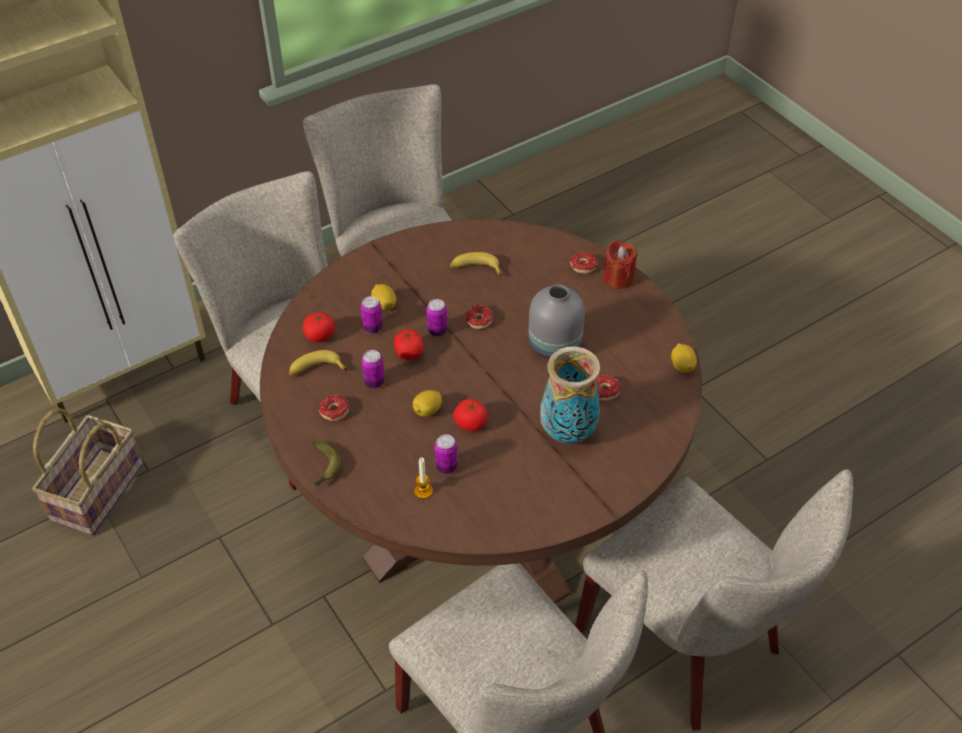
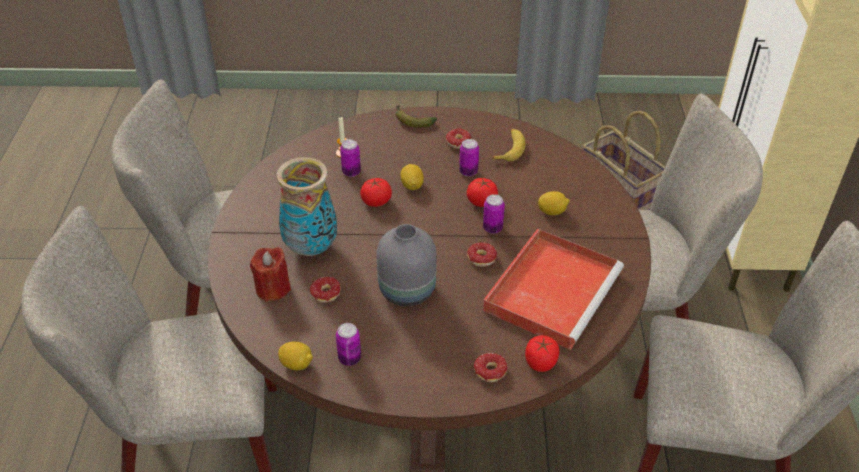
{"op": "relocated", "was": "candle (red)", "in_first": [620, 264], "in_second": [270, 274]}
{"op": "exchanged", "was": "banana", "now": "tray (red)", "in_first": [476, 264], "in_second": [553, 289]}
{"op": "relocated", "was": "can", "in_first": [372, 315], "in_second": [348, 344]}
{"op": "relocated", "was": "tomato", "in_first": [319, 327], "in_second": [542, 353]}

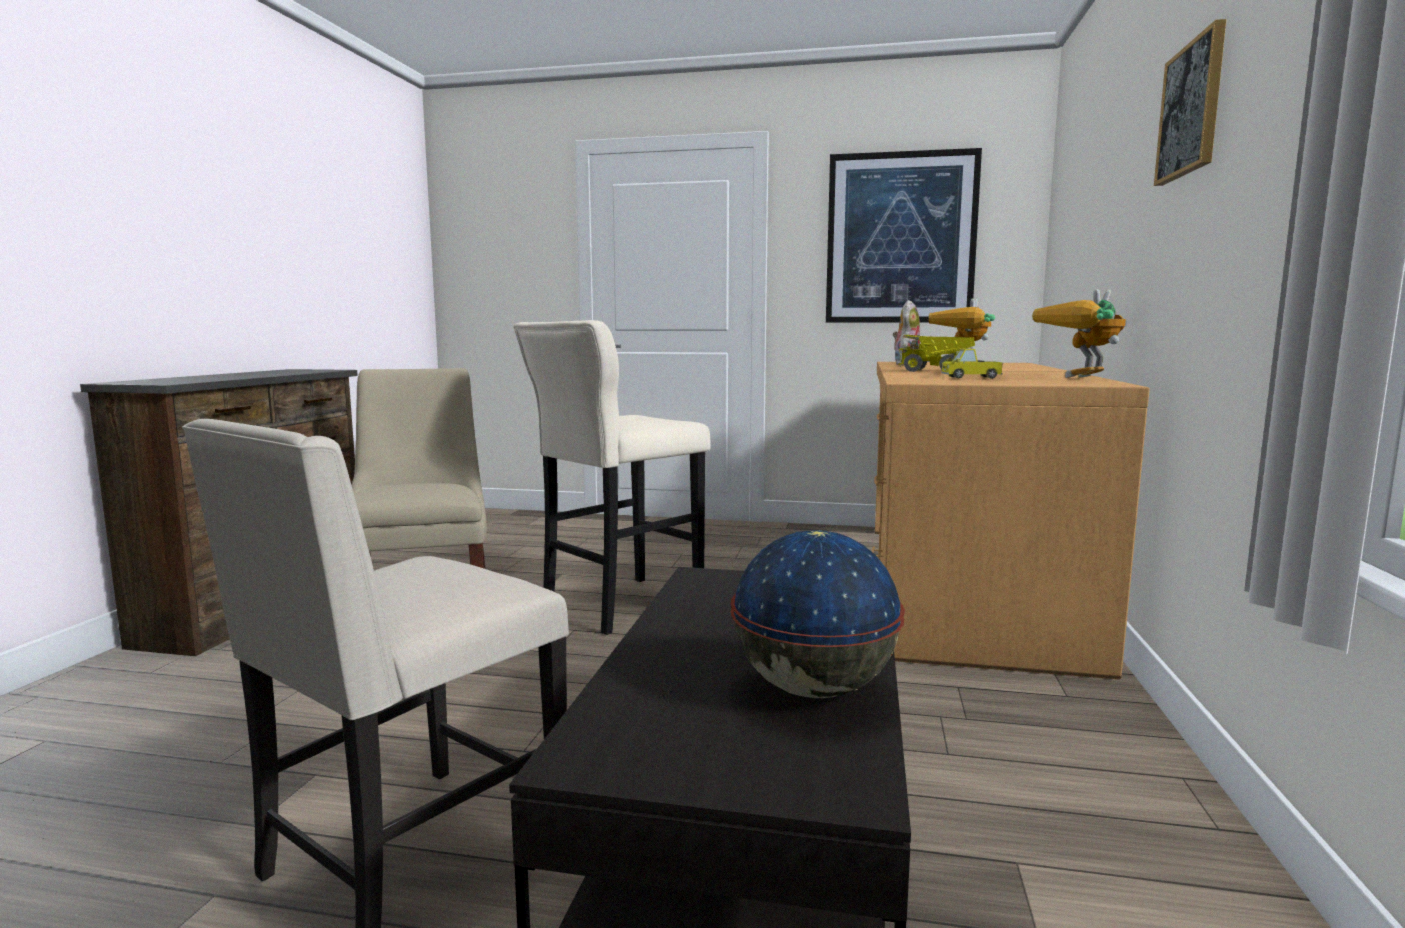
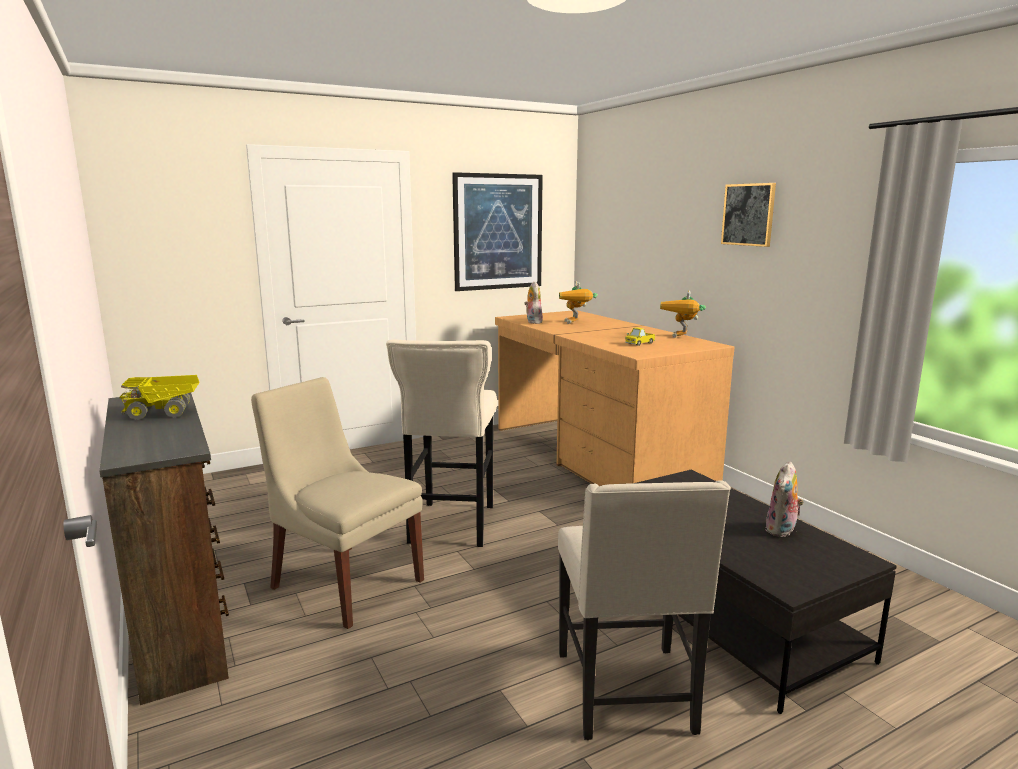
{"op": "relocated", "was": "toy truck", "in_first": [936, 353], "in_second": [159, 397]}
{"op": "exchanged", "was": "globe", "now": "plush toy", "in_first": [817, 614], "in_second": [785, 499]}

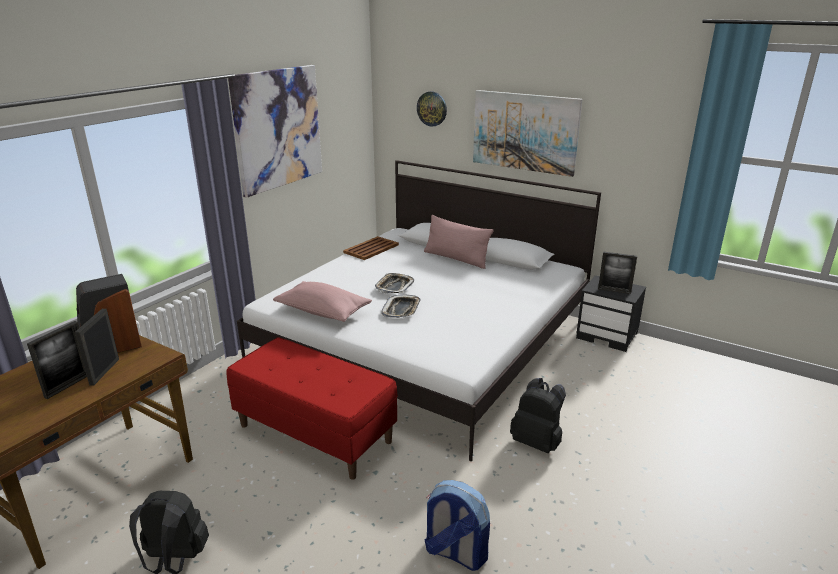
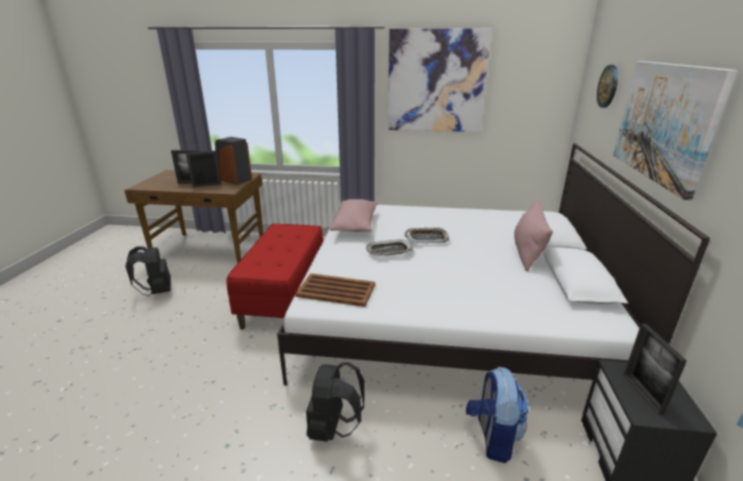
{"op": "relocated", "was": "tray (brown)", "in_first": [371, 248], "in_second": [335, 290]}
{"op": "relocated", "was": "backpack", "in_first": [457, 525], "in_second": [497, 415]}

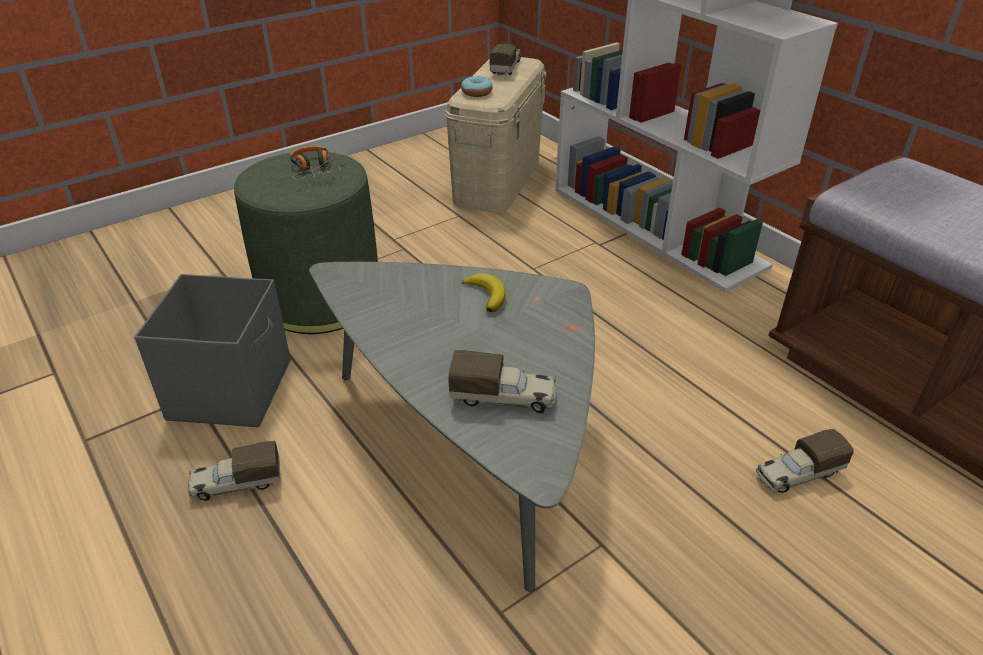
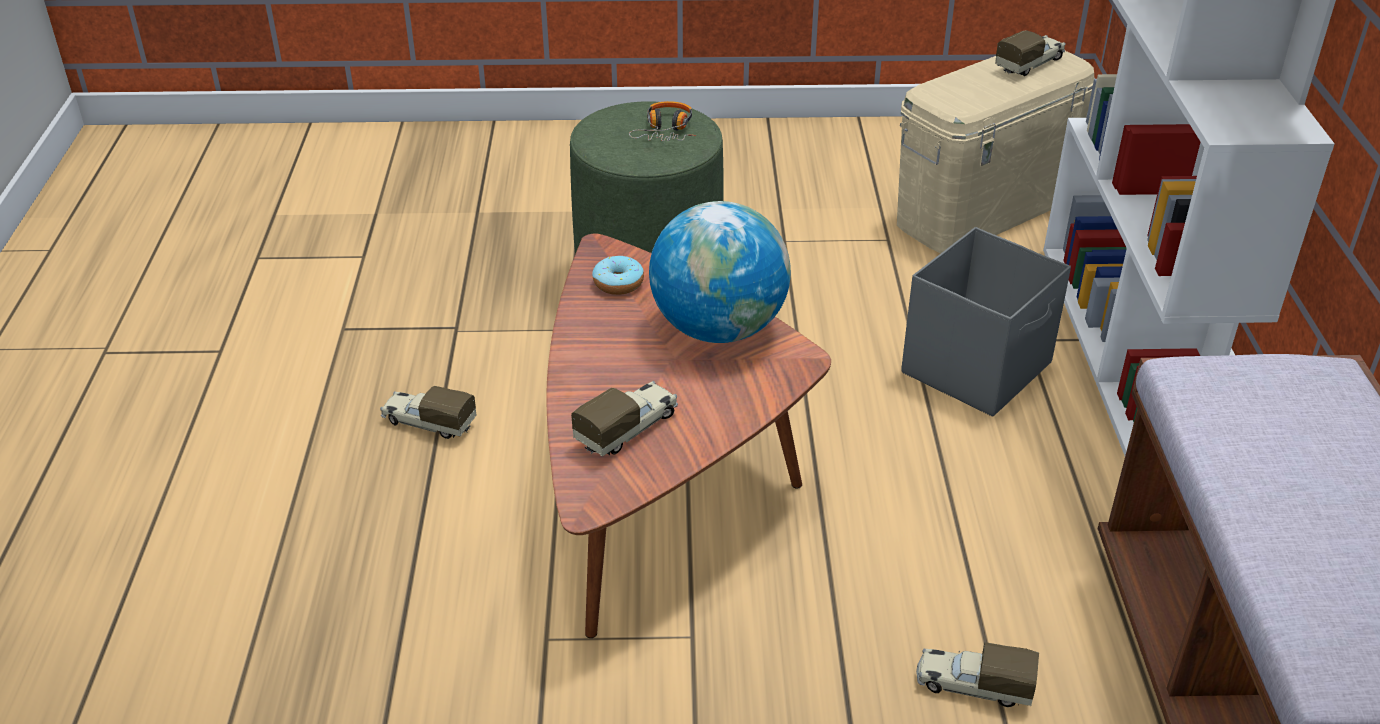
{"op": "relocated", "was": "donut", "in_first": [477, 86], "in_second": [618, 275]}
{"op": "colour", "was": "coffee table (grey)", "now": "coffee table (brown)", "in_first": [452, 427], "in_second": [689, 435]}
{"op": "exchanged", "was": "banana", "now": "globe", "in_first": [484, 292], "in_second": [720, 272]}
{"op": "relocated", "was": "storage box (grey)", "in_first": [212, 350], "in_second": [986, 322]}
{"op": "spun", "was": "toy truck", "in_first": [502, 381], "in_second": [624, 419], "clockwise": -90}

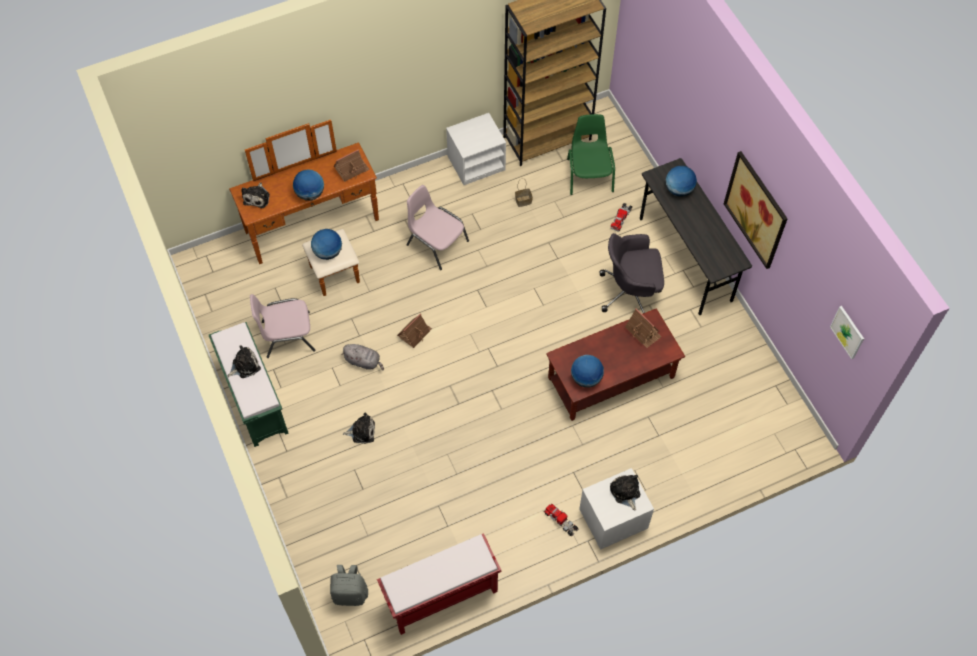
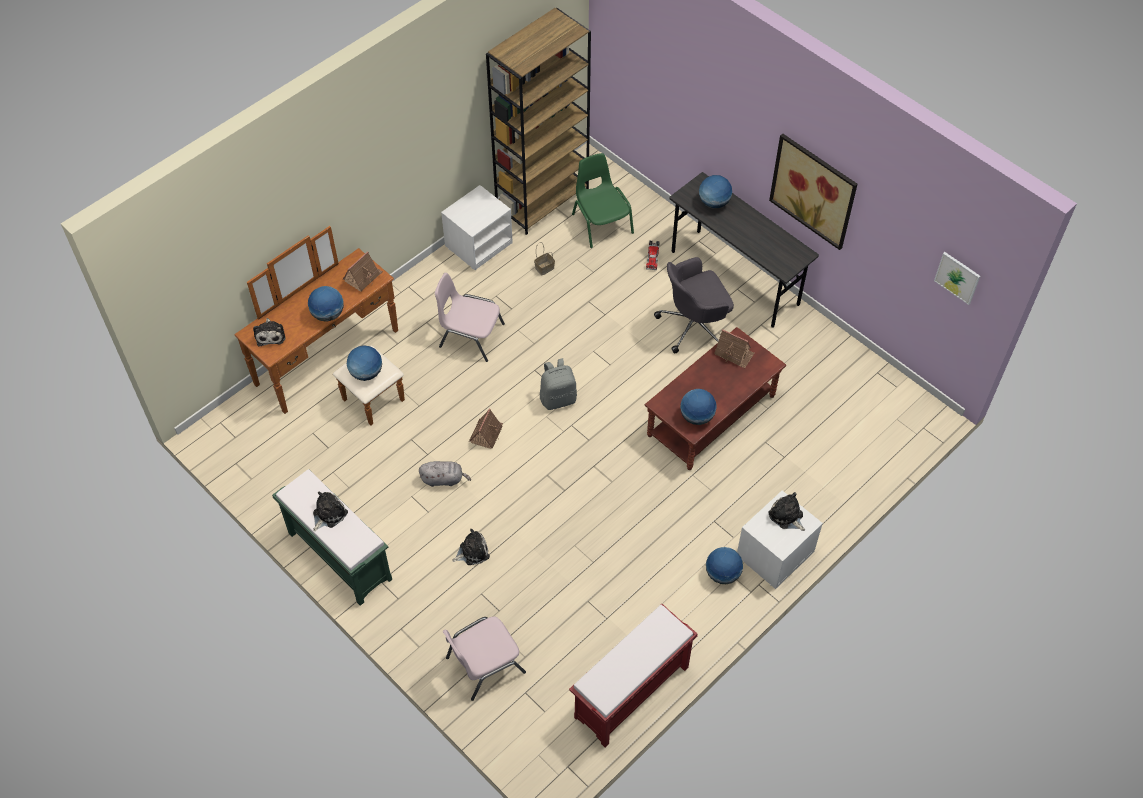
{"op": "relocated", "was": "chair (pink)", "in_first": [283, 326], "in_second": [484, 659]}
{"op": "exchanged", "was": "toy truck", "now": "globe", "in_first": [561, 520], "in_second": [724, 565]}
{"op": "relocated", "was": "backpack (grey)", "in_first": [349, 585], "in_second": [558, 384]}

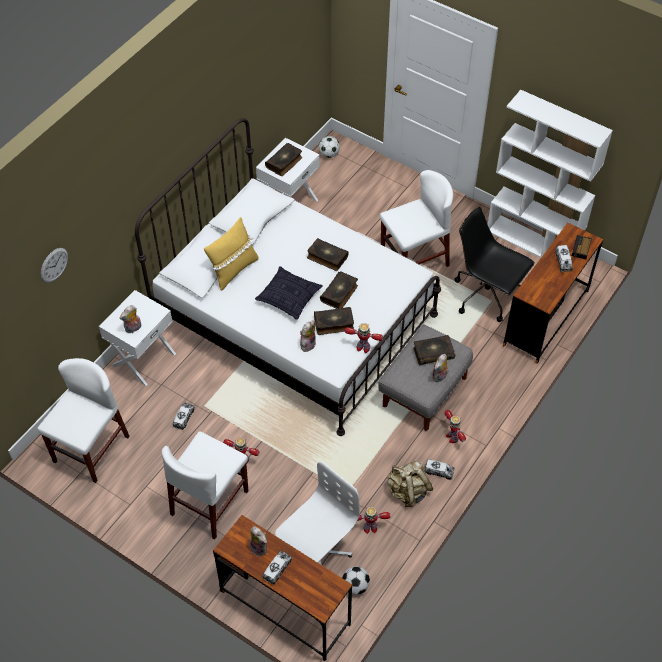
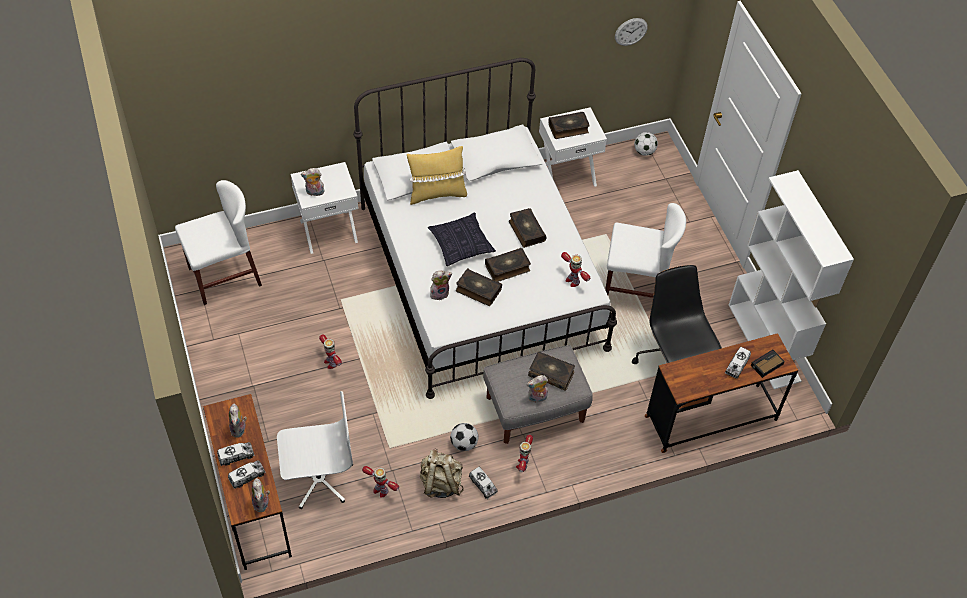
{"op": "relocated", "was": "wall clock", "in_first": [54, 265], "in_second": [631, 32]}
{"op": "relocated", "was": "toy robot", "in_first": [364, 338], "in_second": [575, 269]}
{"op": "relocated", "was": "toy truck", "in_first": [184, 416], "in_second": [247, 475]}
{"op": "missing", "was": "chair (white)", "in_first": [205, 485]}
{"op": "relocated", "was": "football", "in_first": [356, 580], "in_second": [464, 437]}
{"op": "appeared", "now": "plush toy", "in_second": [261, 495]}

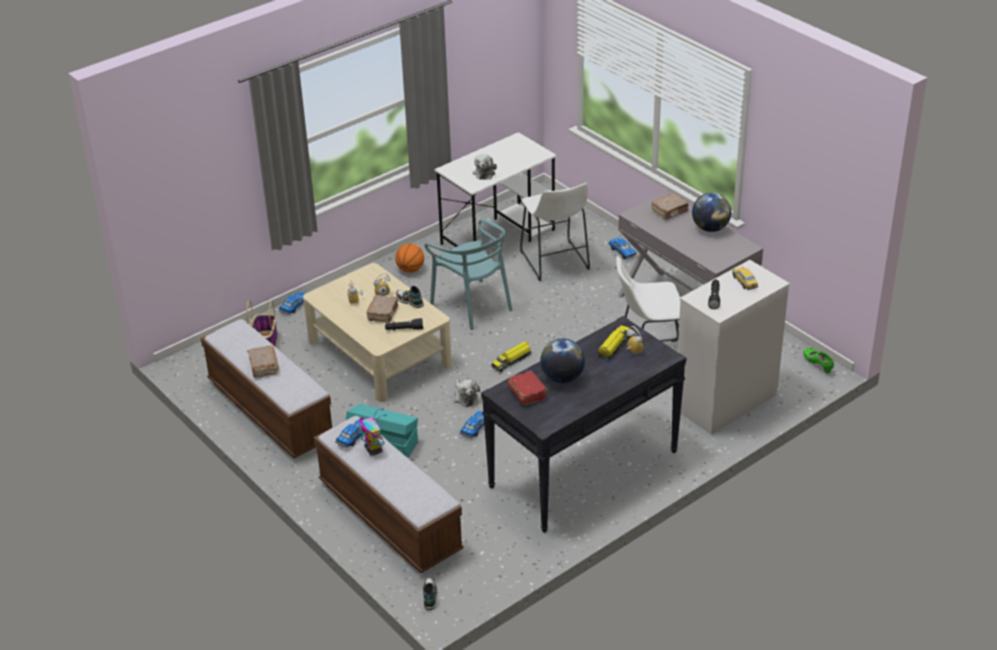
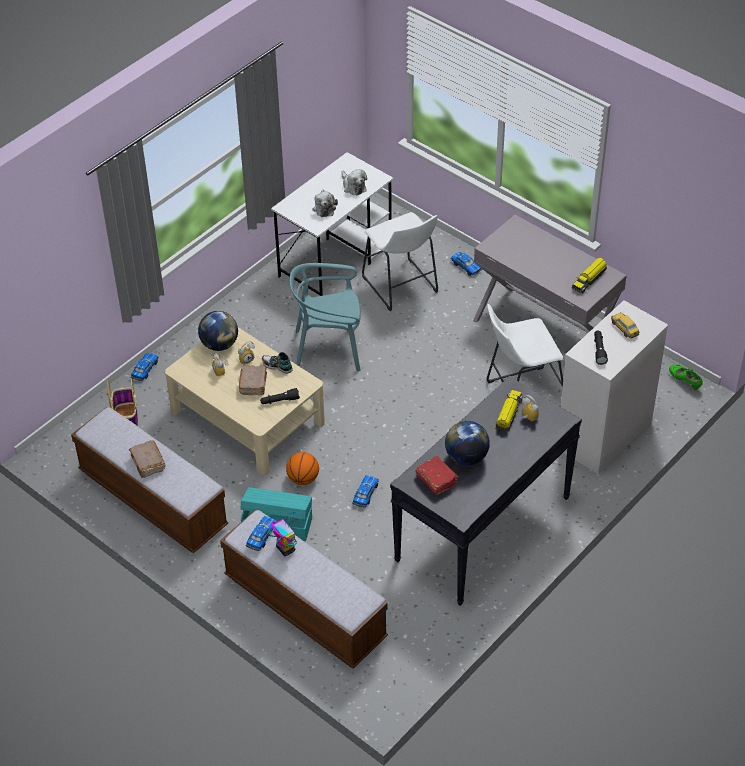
{"op": "missing", "was": "book (brown)", "in_first": [670, 206]}
{"op": "relocated", "was": "globe", "in_first": [711, 212], "in_second": [218, 331]}
{"op": "spun", "was": "chair (turquoise)", "in_first": [468, 274], "in_second": [325, 317], "clockwise": 135}
{"op": "relocated", "was": "basketball", "in_first": [409, 258], "in_second": [302, 468]}
{"op": "relocated", "was": "toy truck", "in_first": [511, 357], "in_second": [589, 276]}
{"op": "relocated", "was": "plush toy", "in_first": [467, 393], "in_second": [354, 182]}
{"op": "missing", "was": "shoe", "in_first": [430, 593]}

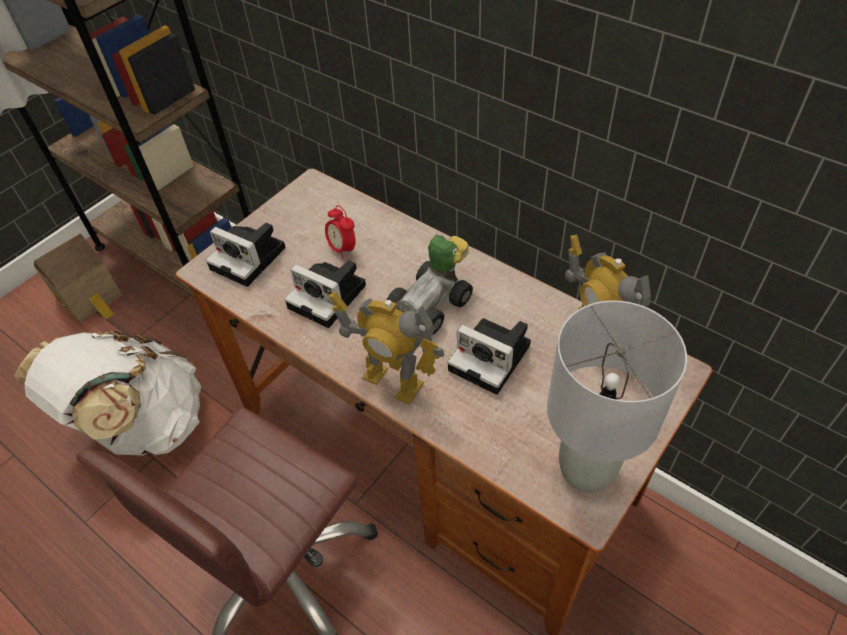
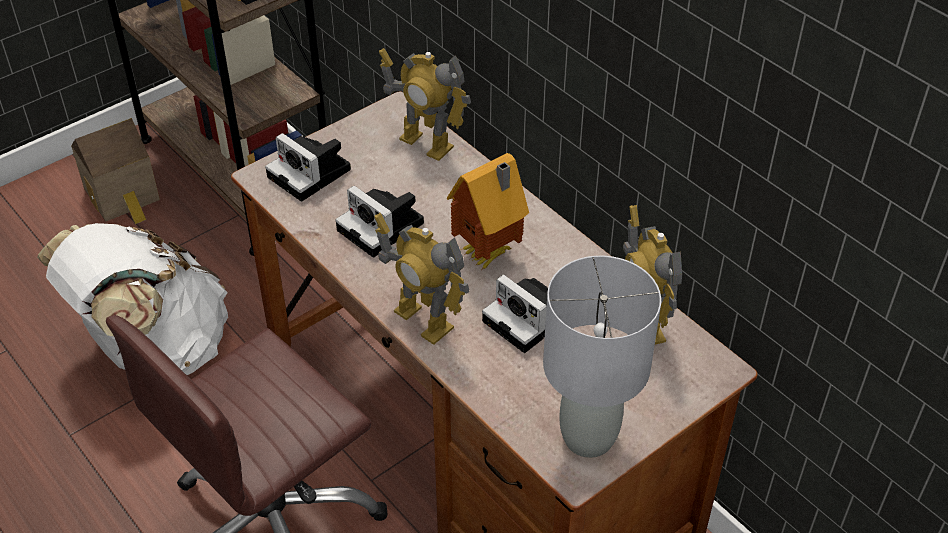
{"op": "missing", "was": "alarm clock", "in_first": [340, 232]}
{"op": "exchanged", "was": "toy car", "now": "toy house", "in_first": [430, 285], "in_second": [488, 211]}
{"op": "appeared", "now": "toy robot", "in_second": [425, 104]}

